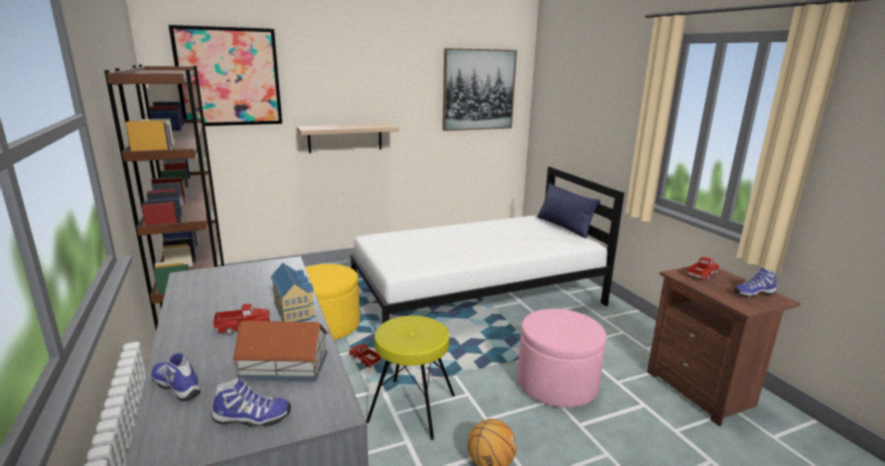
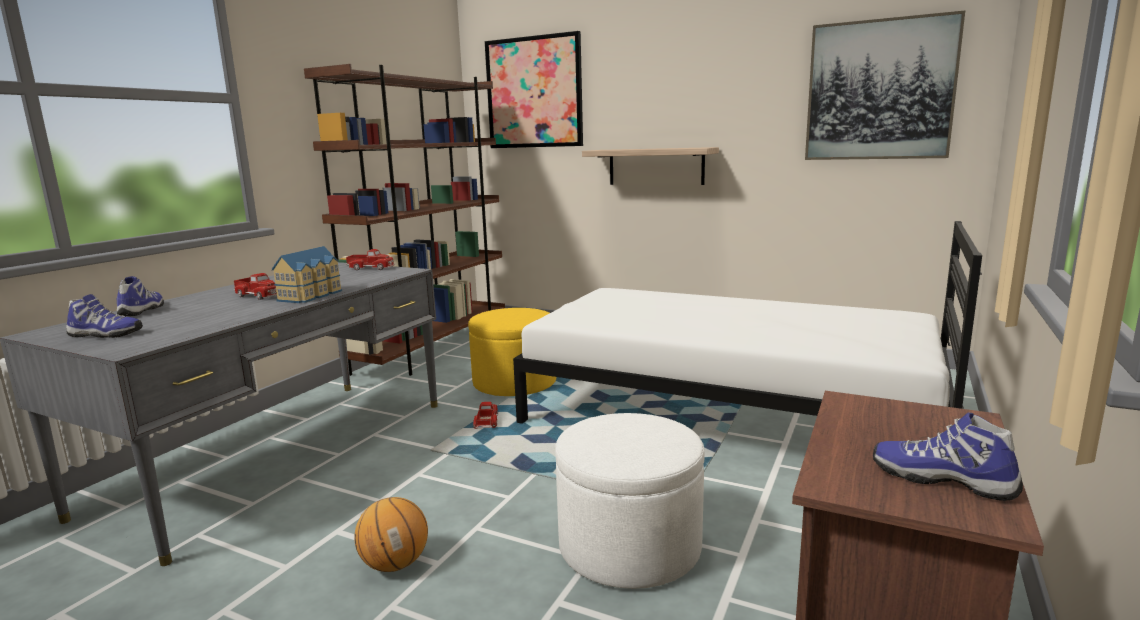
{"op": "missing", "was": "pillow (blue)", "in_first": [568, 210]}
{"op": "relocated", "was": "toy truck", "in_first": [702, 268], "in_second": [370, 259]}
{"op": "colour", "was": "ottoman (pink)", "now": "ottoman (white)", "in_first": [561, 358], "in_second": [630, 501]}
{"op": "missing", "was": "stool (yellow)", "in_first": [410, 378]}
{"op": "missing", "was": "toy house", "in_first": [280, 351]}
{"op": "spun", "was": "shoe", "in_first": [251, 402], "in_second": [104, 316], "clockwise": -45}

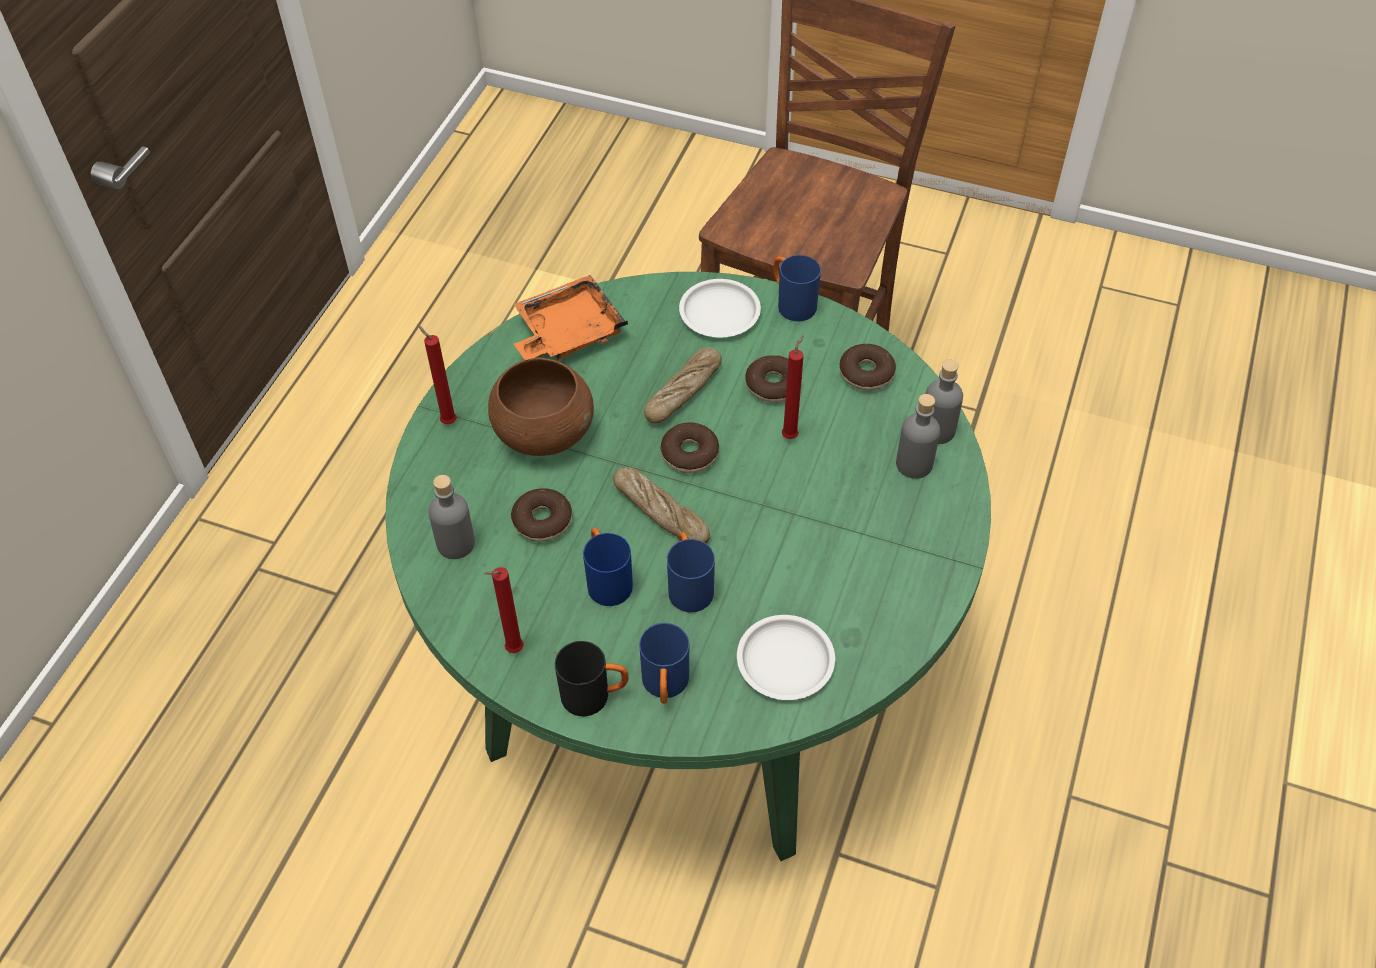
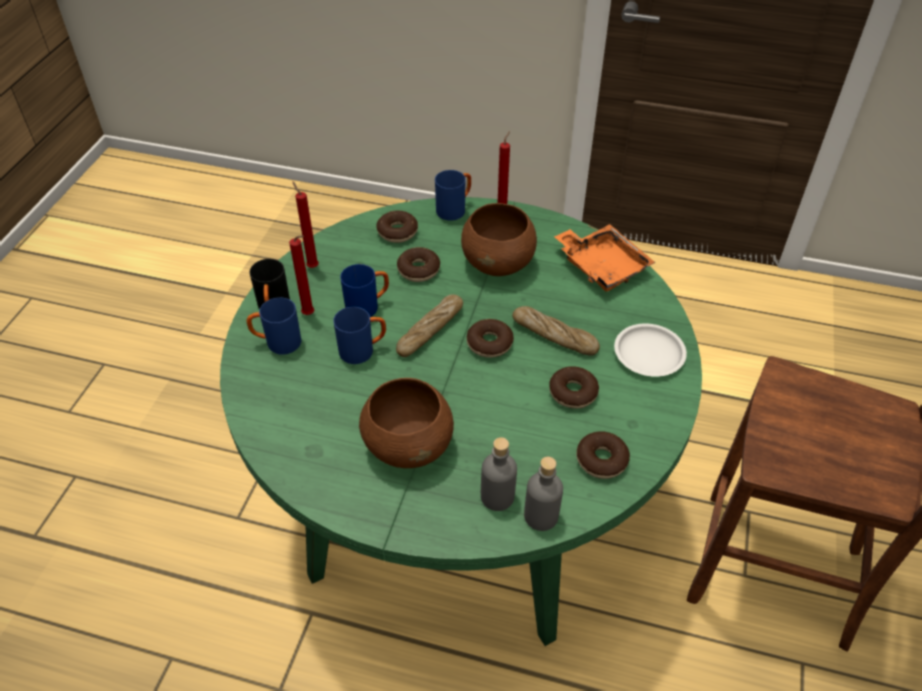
{"op": "relocated", "was": "mug (blue)", "in_first": [797, 288], "in_second": [453, 195]}
{"op": "relocated", "was": "candle (red)", "in_first": [793, 387], "in_second": [301, 275]}
{"op": "exchanged", "was": "bottle (grey)", "now": "donut", "in_first": [451, 517], "in_second": [397, 227]}
{"op": "missing", "was": "plate (white)", "in_first": [786, 657]}
{"op": "appeared", "now": "bowl (brown)", "in_second": [406, 423]}

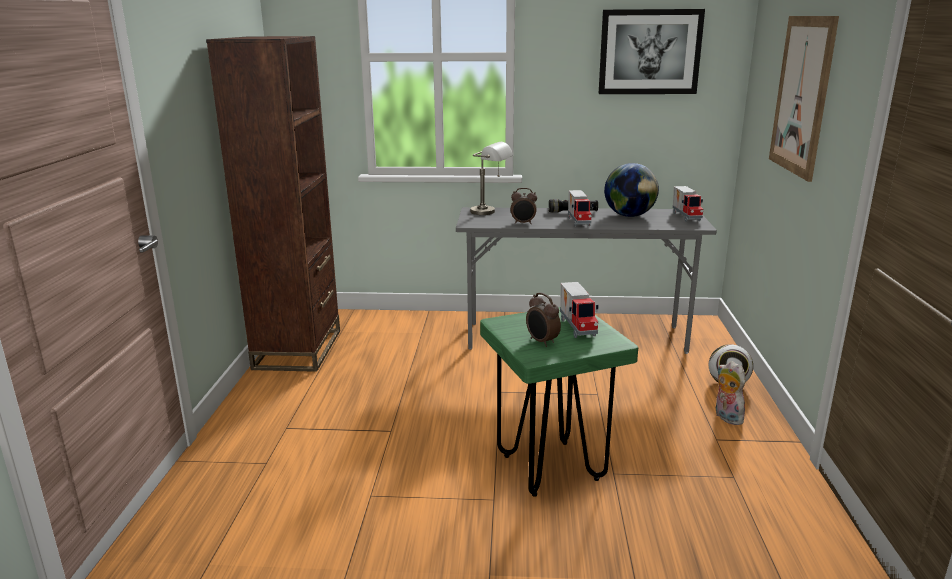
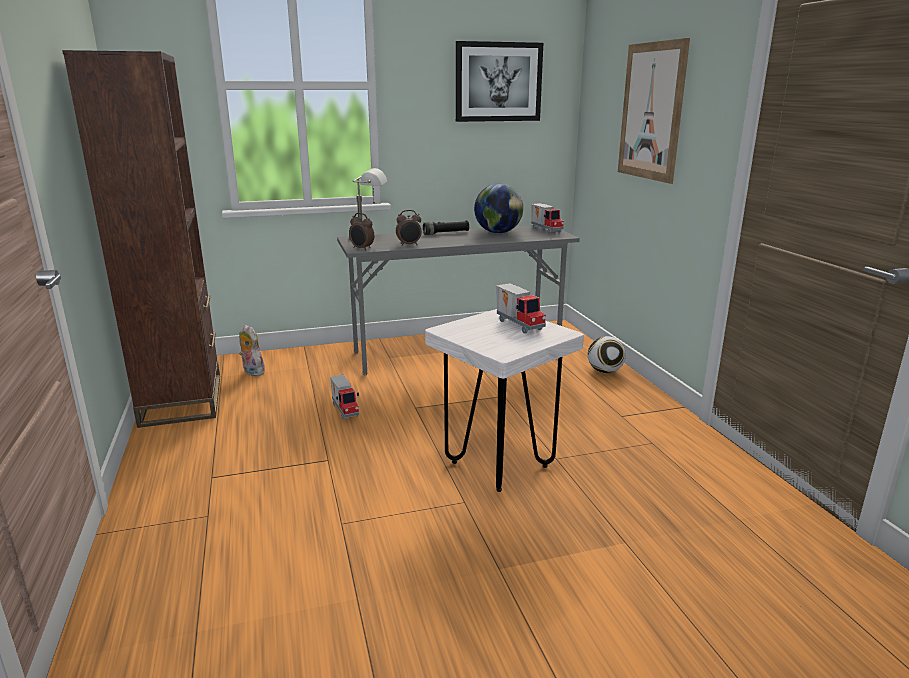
{"op": "relocated", "was": "toy truck", "in_first": [581, 208], "in_second": [344, 397]}
{"op": "relocated", "was": "alarm clock", "in_first": [543, 319], "in_second": [361, 231]}
{"op": "colour", "was": "stool (green)", "now": "stool (white)", "in_first": [559, 402], "in_second": [504, 400]}
{"op": "relocated", "was": "plush toy", "in_first": [730, 393], "in_second": [252, 350]}

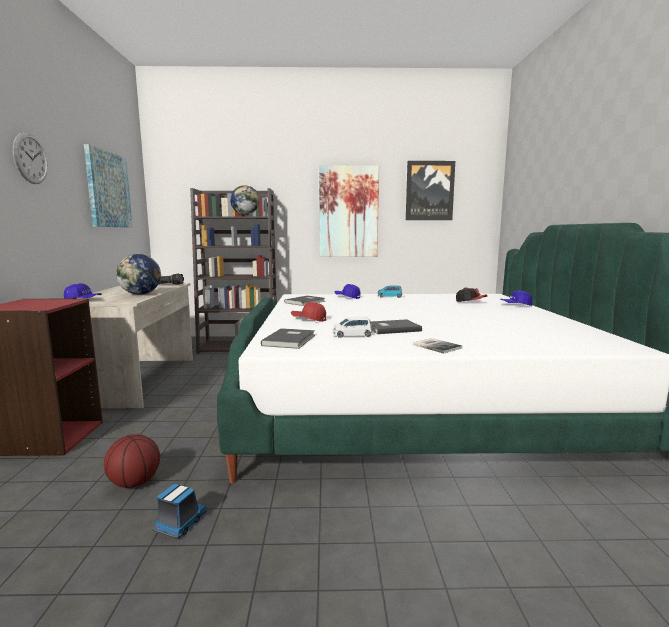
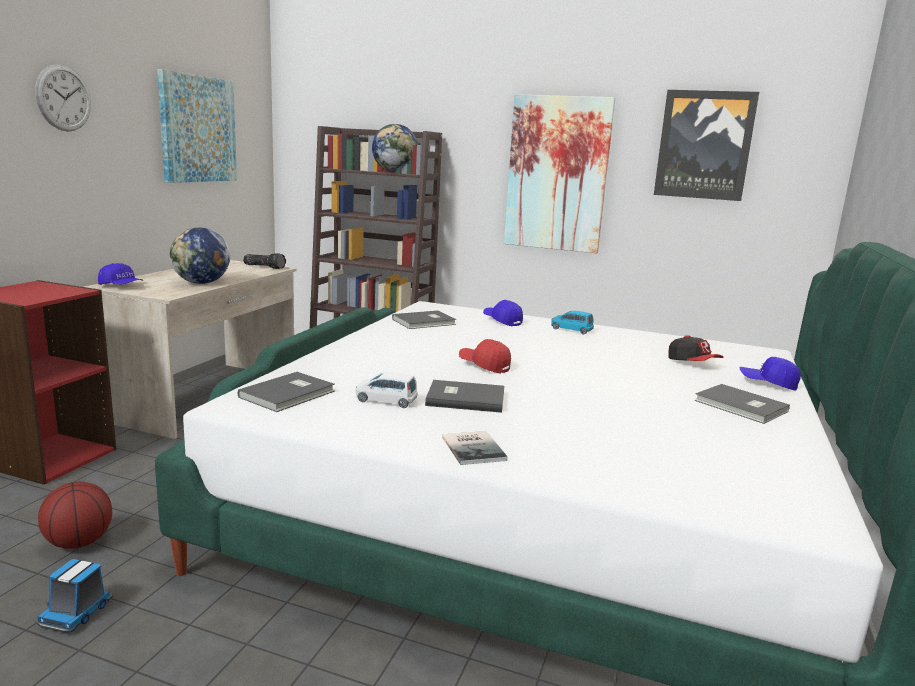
{"op": "relocated", "was": "cap (red)", "in_first": [308, 312], "in_second": [485, 356]}
{"op": "spun", "was": "toy truck", "in_first": [180, 511], "in_second": [75, 595], "clockwise": 150}
{"op": "appeared", "now": "book (grey)", "in_second": [742, 404]}

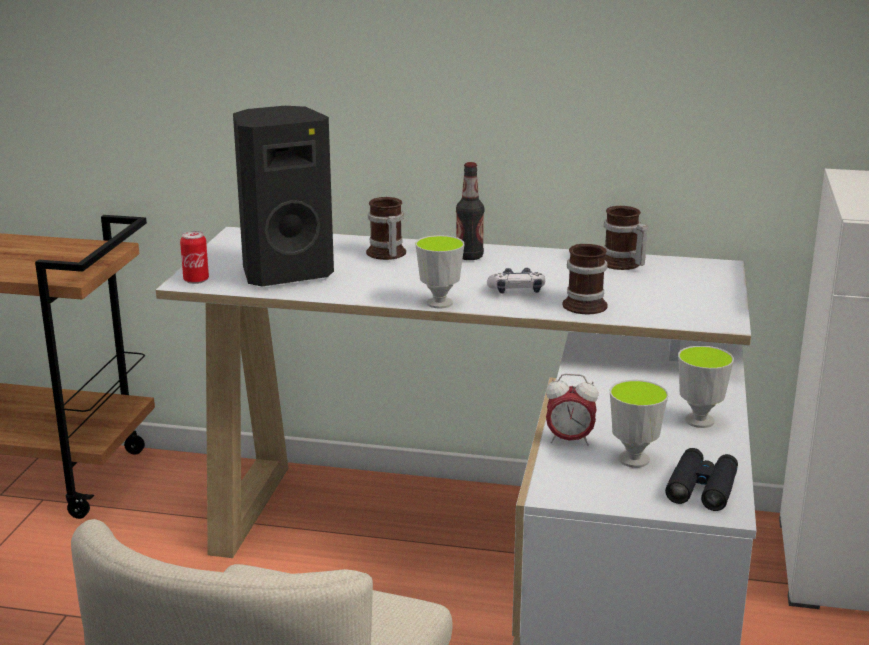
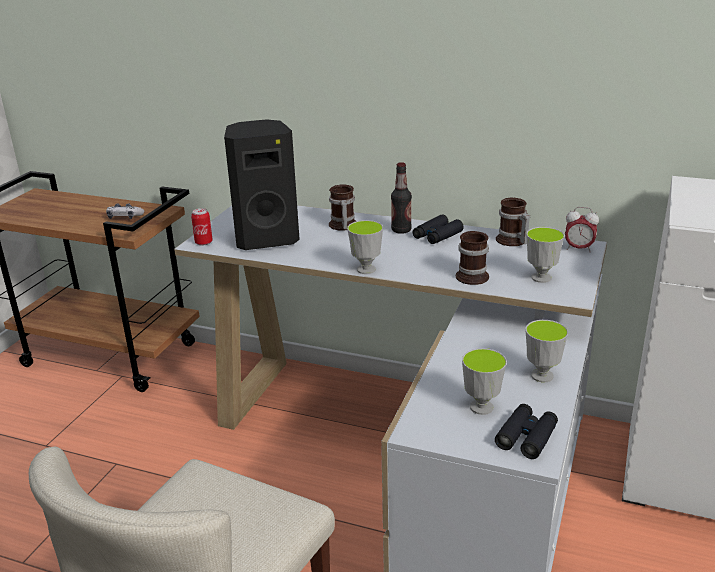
{"op": "relocated", "was": "game controller", "in_first": [516, 281], "in_second": [125, 211]}
{"op": "relocated", "was": "alarm clock", "in_first": [572, 410], "in_second": [582, 229]}
{"op": "appeared", "now": "binoculars (black)", "in_second": [438, 229]}
{"op": "appeared", "now": "cup", "in_second": [545, 255]}

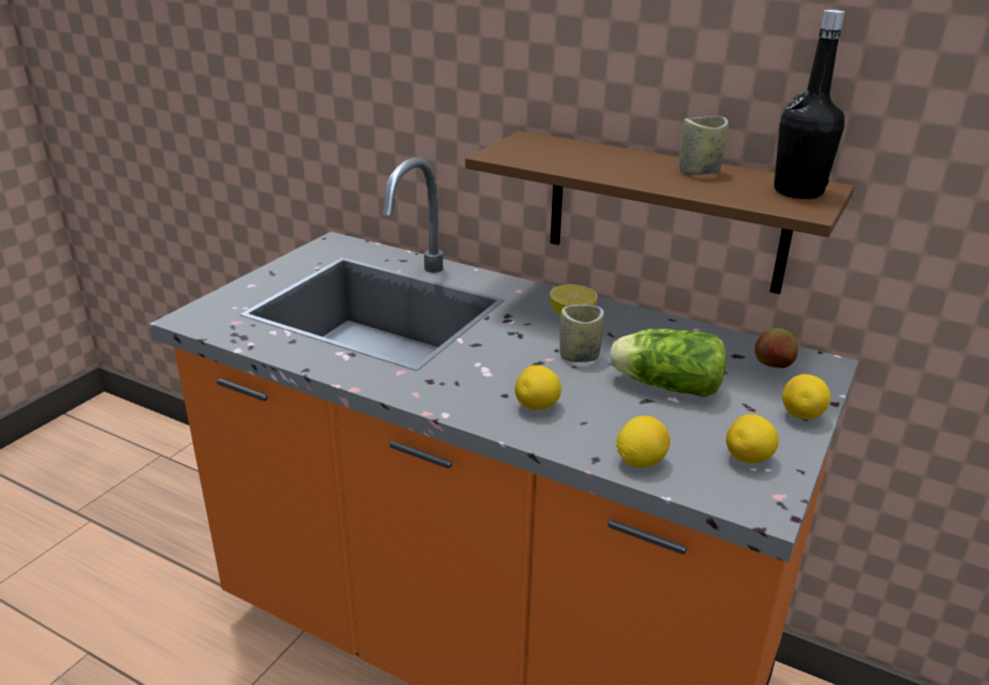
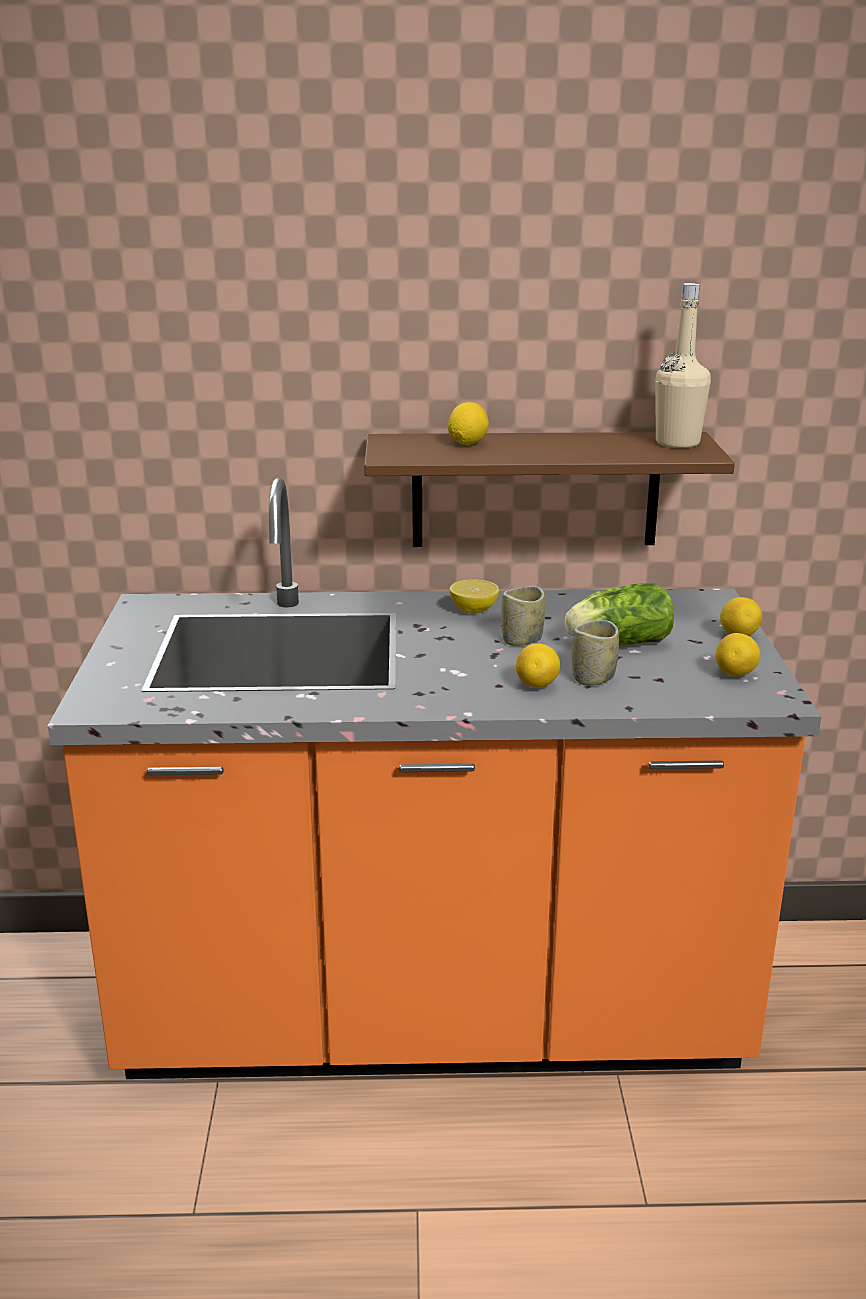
{"op": "colour", "was": "bottle (black)", "now": "bottle (beige)", "in_first": [809, 104], "in_second": [683, 365]}
{"op": "relocated", "was": "cup", "in_first": [703, 145], "in_second": [595, 653]}
{"op": "missing", "was": "apple", "in_first": [776, 348]}
{"op": "relocated", "was": "lemon", "in_first": [643, 442], "in_second": [468, 423]}

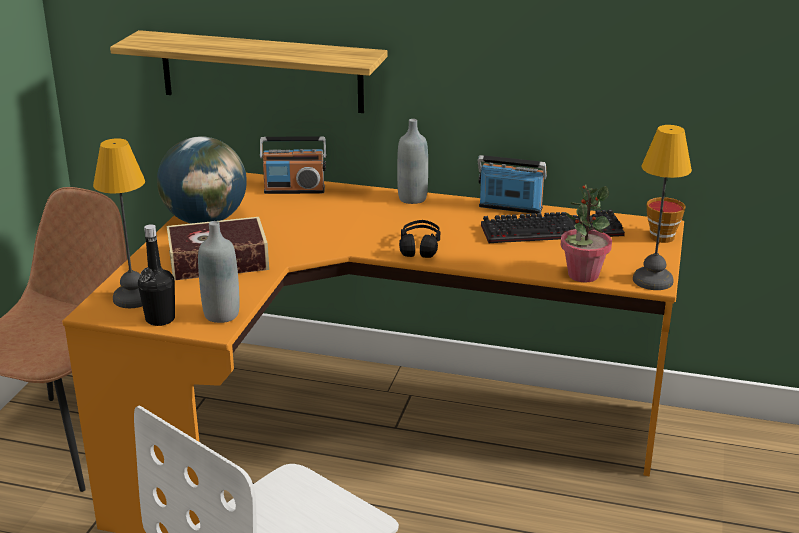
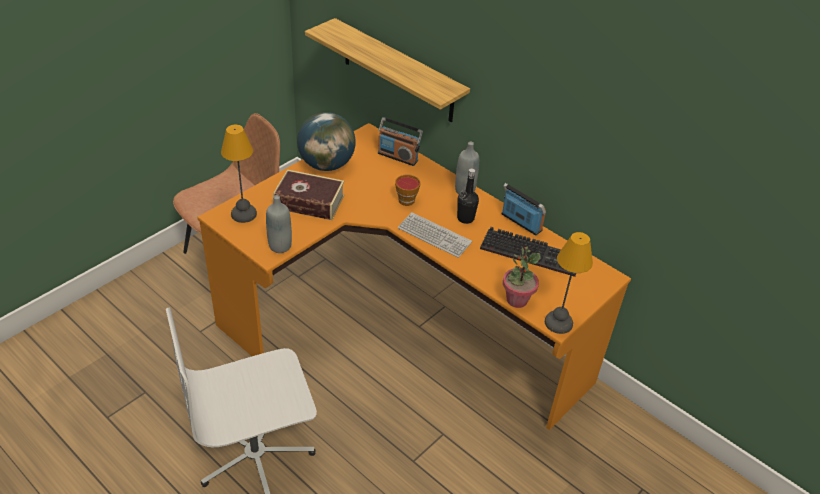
{"op": "relocated", "was": "cup", "in_first": [666, 220], "in_second": [408, 190]}
{"op": "exchanged", "was": "headphones (black)", "now": "keyboard", "in_first": [419, 239], "in_second": [435, 235]}
{"op": "relocated", "was": "bottle (black)", "in_first": [156, 275], "in_second": [468, 196]}

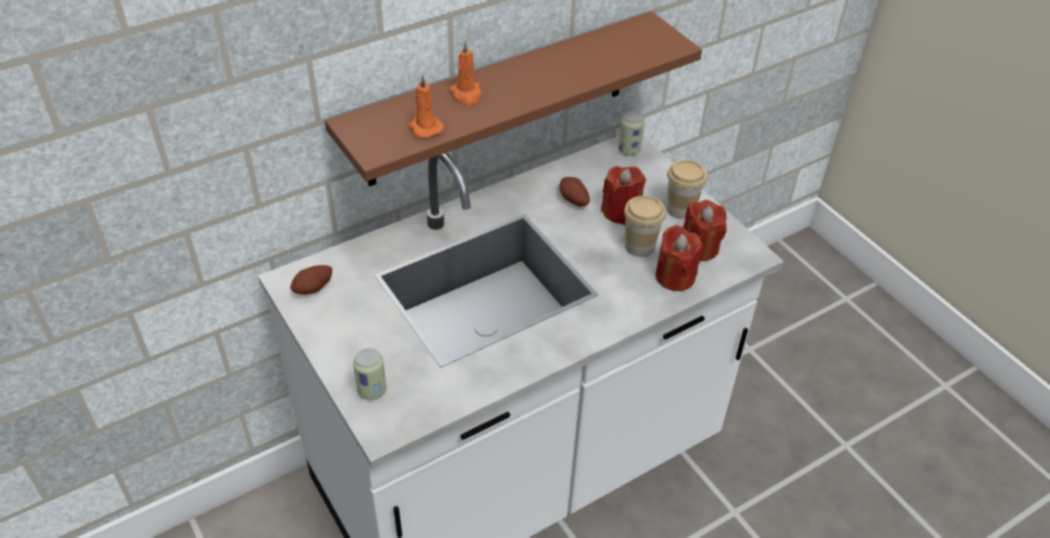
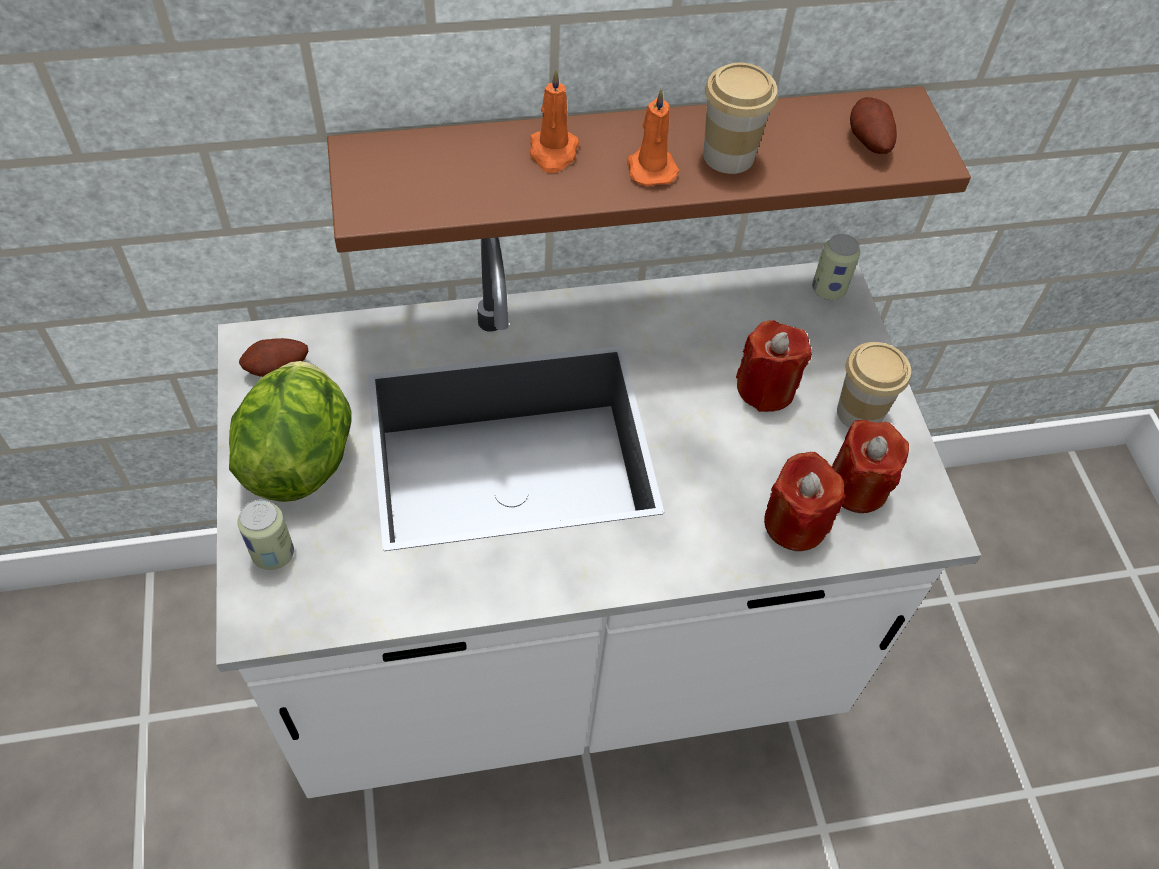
{"op": "relocated", "was": "candle (orange)", "in_first": [426, 106], "in_second": [653, 137]}
{"op": "relocated", "was": "potato", "in_first": [574, 191], "in_second": [873, 125]}
{"op": "relocated", "was": "cup", "in_first": [645, 226], "in_second": [740, 118]}
{"op": "appeared", "now": "lettuce", "in_second": [290, 431]}

